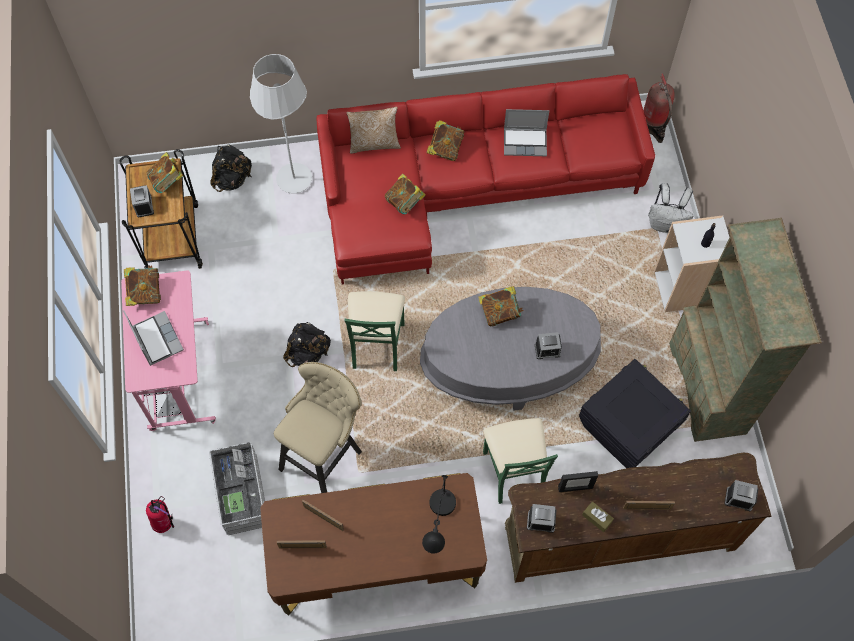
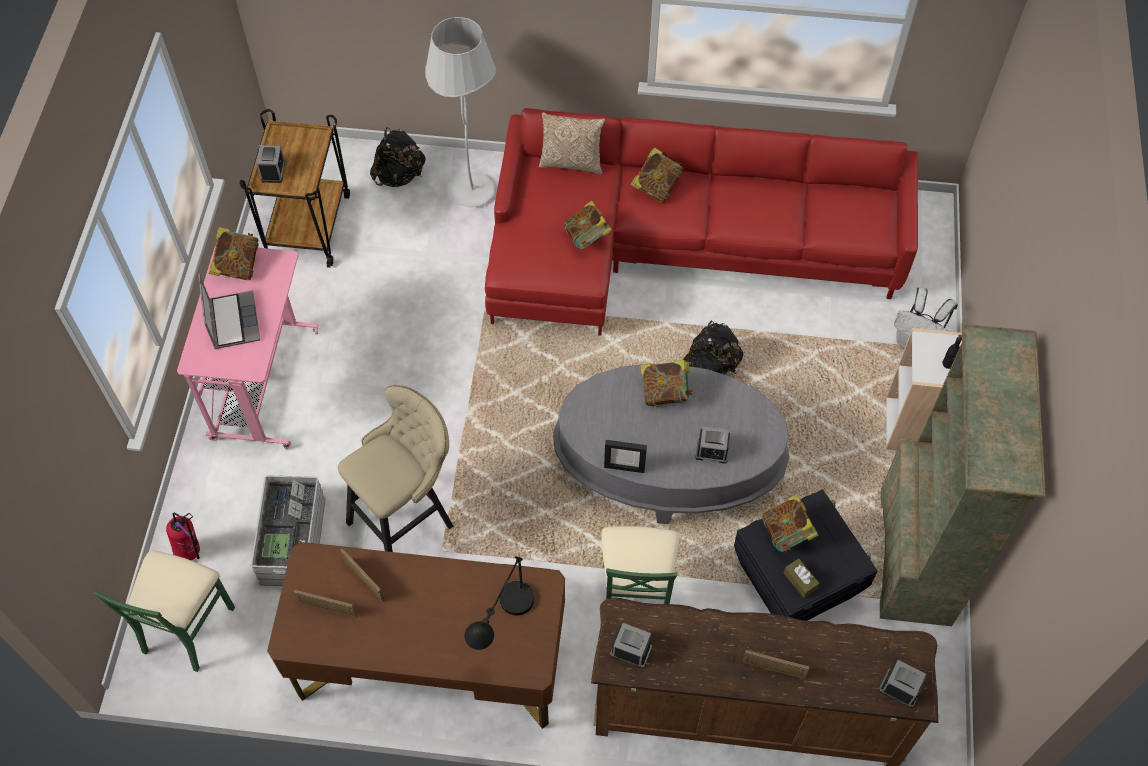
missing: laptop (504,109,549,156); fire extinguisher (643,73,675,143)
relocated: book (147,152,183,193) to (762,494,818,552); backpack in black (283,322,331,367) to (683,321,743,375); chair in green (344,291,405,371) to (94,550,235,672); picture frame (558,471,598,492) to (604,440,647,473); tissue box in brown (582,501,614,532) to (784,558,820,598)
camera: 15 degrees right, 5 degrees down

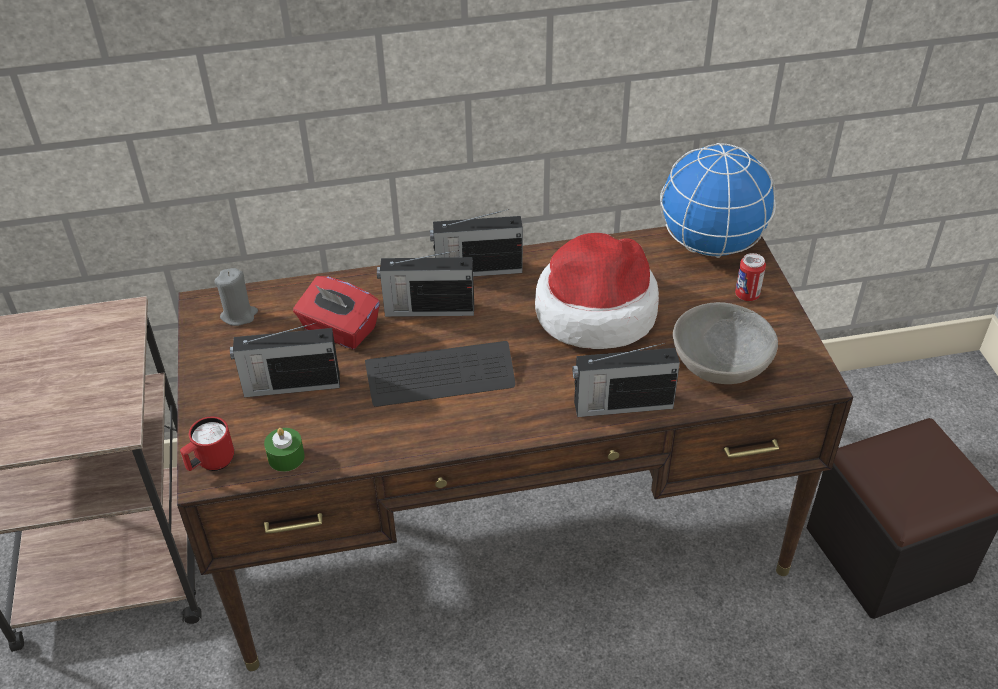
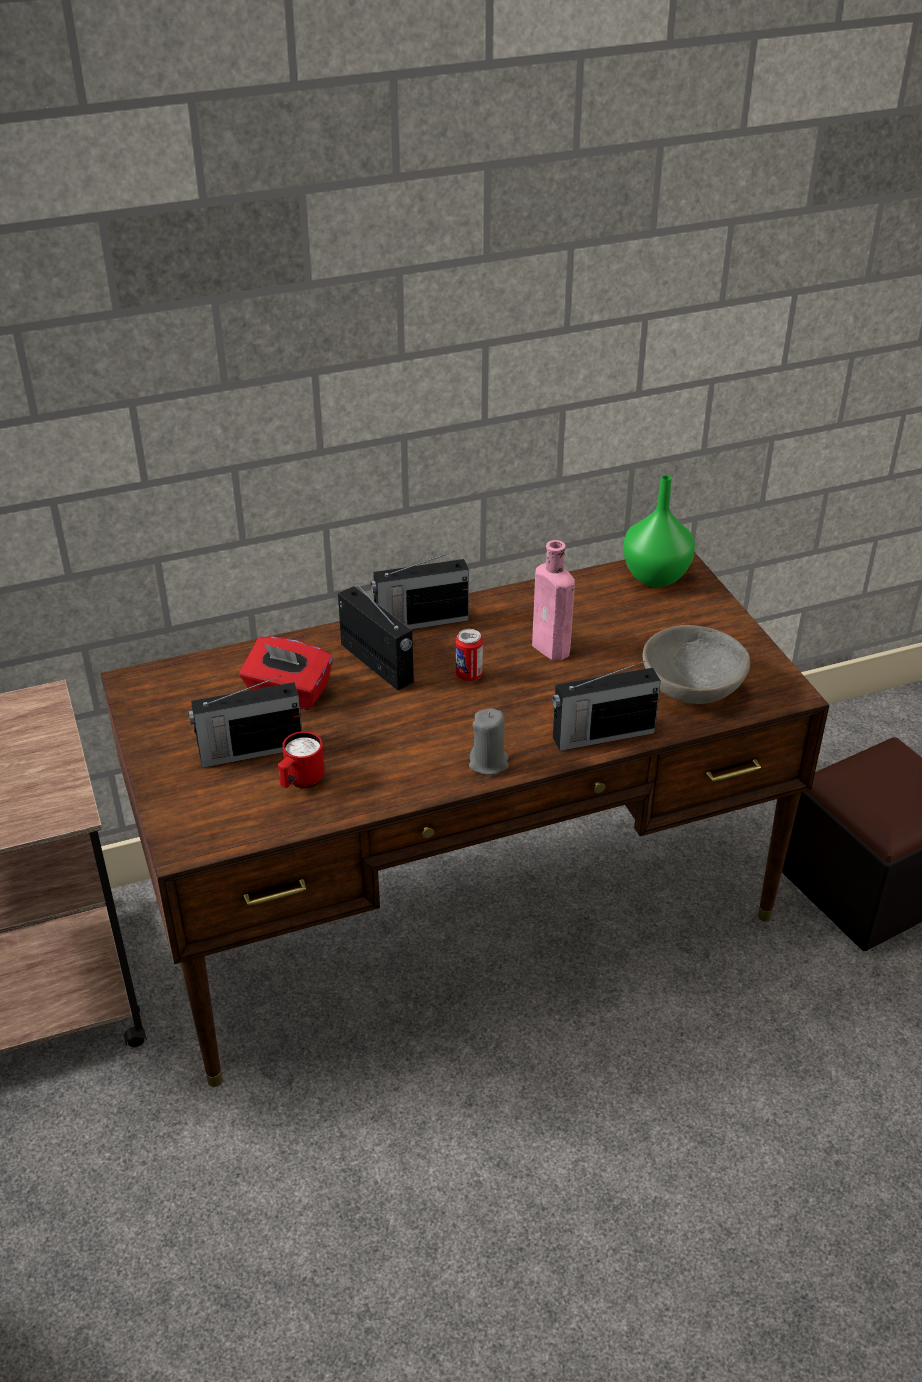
missing: candle in green (264,428,305,472); keyboard (365,341,515,407)
relocated: mug in red (180,416,234,471) to (278,731,325,788); candle in grey (214,268,258,326) to (469,708,509,775); can (735,253,766,301) to (456,629,483,681)
exchanged: hat (535,233,659,349) to bottle in pink (532,540,575,660); globe (660,143,776,258) to vase in green (623,475,695,587)
spun: radio (377,250,474,317) = (338,580,414,690) 120 degrees counterclockwise
camera: 10 degrees left, 5 degrees down

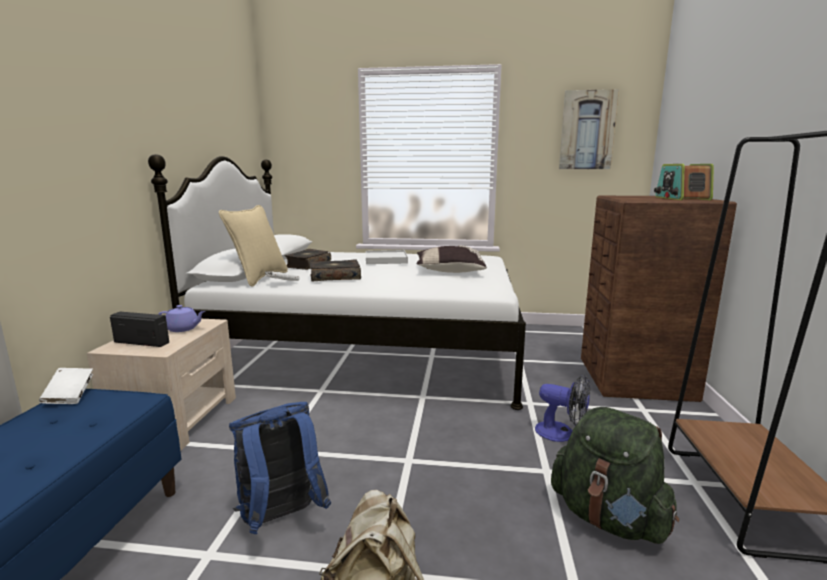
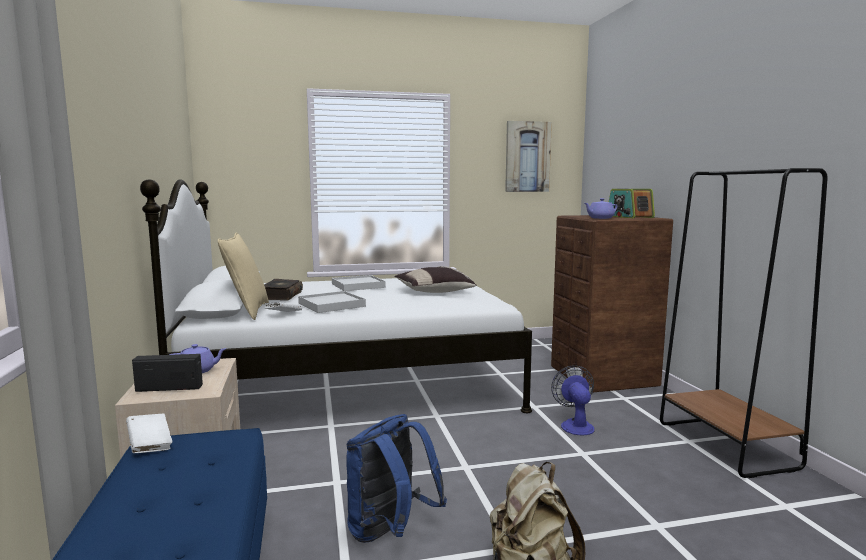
missing: backpack in green (551,407,679,544)
appeared: teapot in purple (585,198,617,219)
exchanged: book (310,259,361,281) to tray in white (298,291,366,313)
spun: fan (535,375,590,442) = (551,365,595,435) 105 degrees counterclockwise
camera: 20 degrees left, 5 degrees down

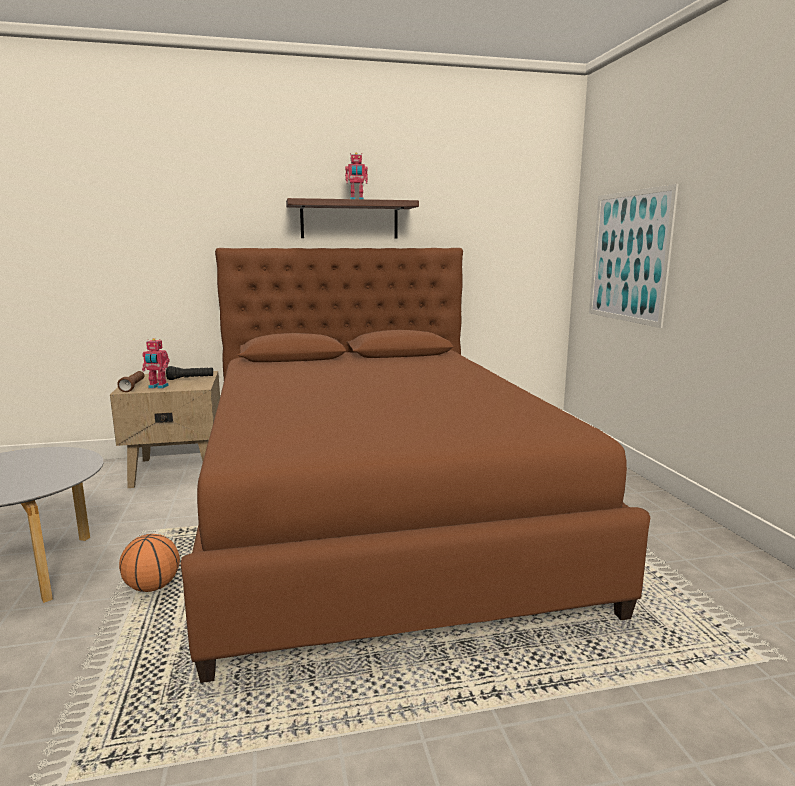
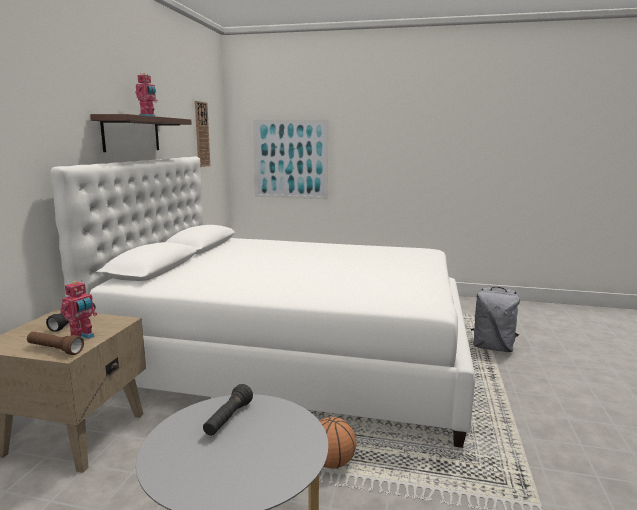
appeared: wall clock (195,101,210,167); flashlight in black (203,384,253,436); backpack in grey (471,287,520,352)
colour: bed in brown (180,248,650,683) to bed in white (50,156,475,448)
camera: 65 degrees left, 0 degrees up

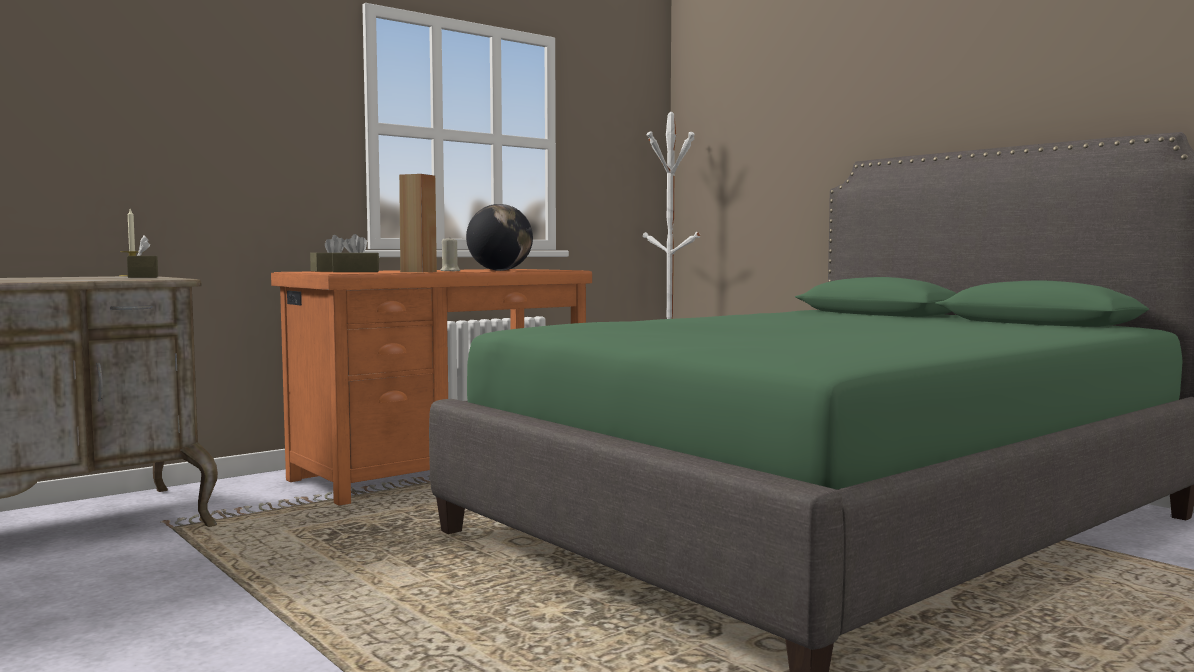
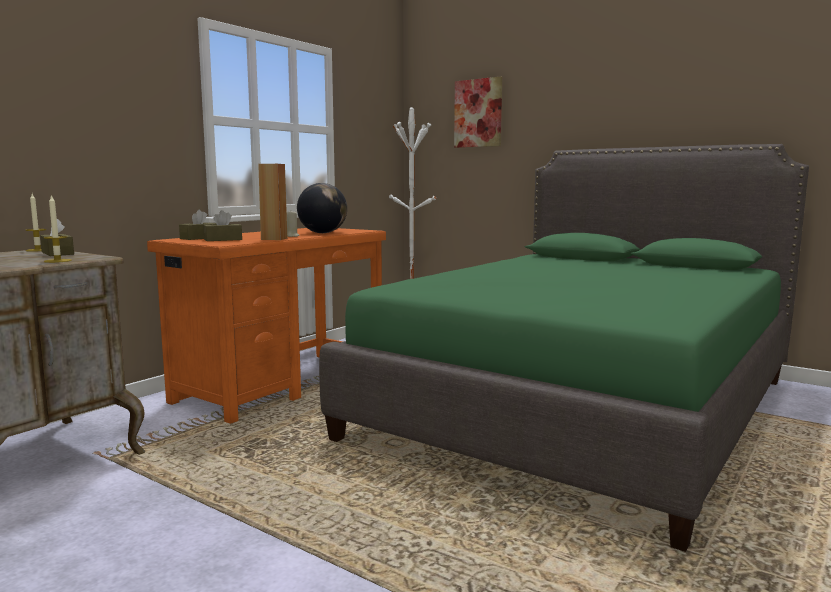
appeared: candle (44,195,72,263); picture (454,76,502,148)
camera: 15 degrees left, 5 degrees up

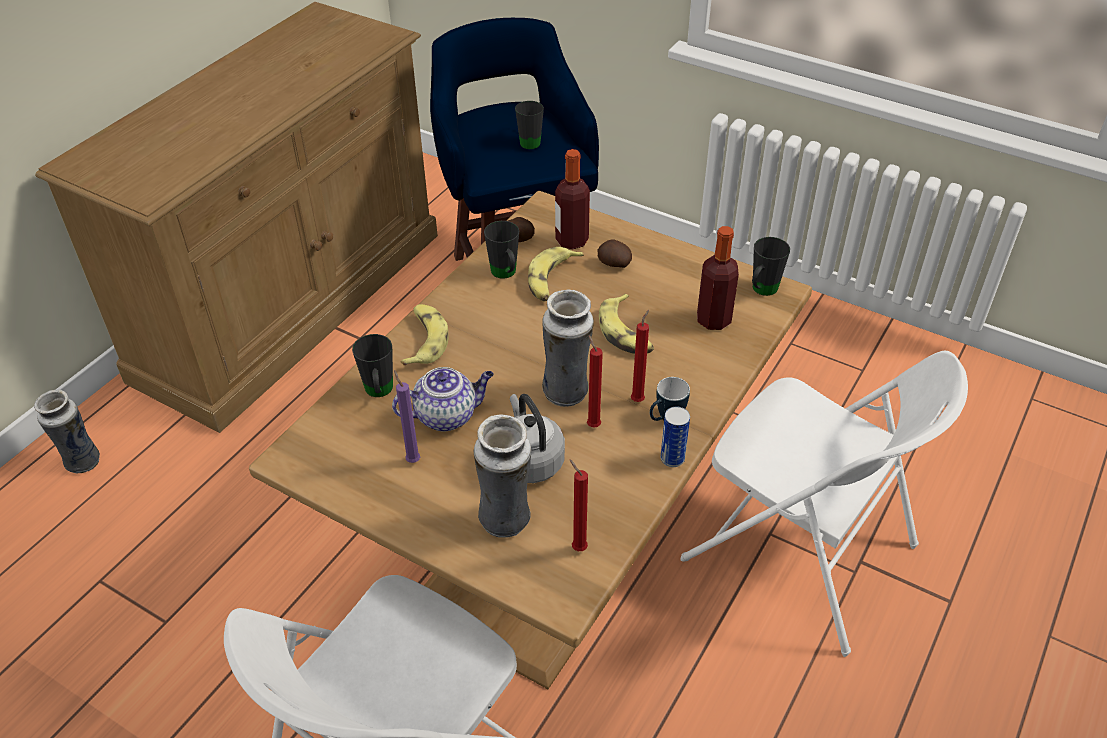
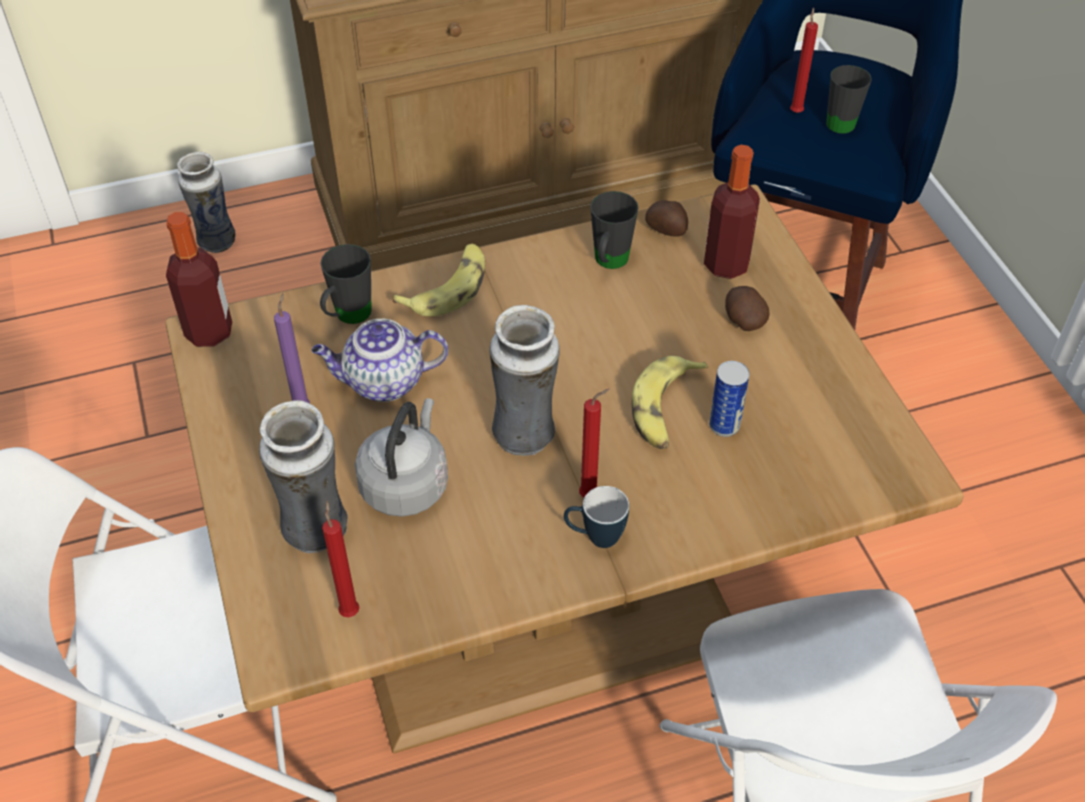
missing: banana (528,247,584,301); mug in black (752,237,790,296)
relocated: candle in red (587,335,603,427) to (790,7,818,113); can (661,407,690,467) to (709,361,749,437); bottle (697,226,739,330) to (166,212,232,347)
spun: teapot (392,367,494,432) = (312,319,448,402) 150 degrees clockwise
camera: 40 degrees right, 5 degrees up

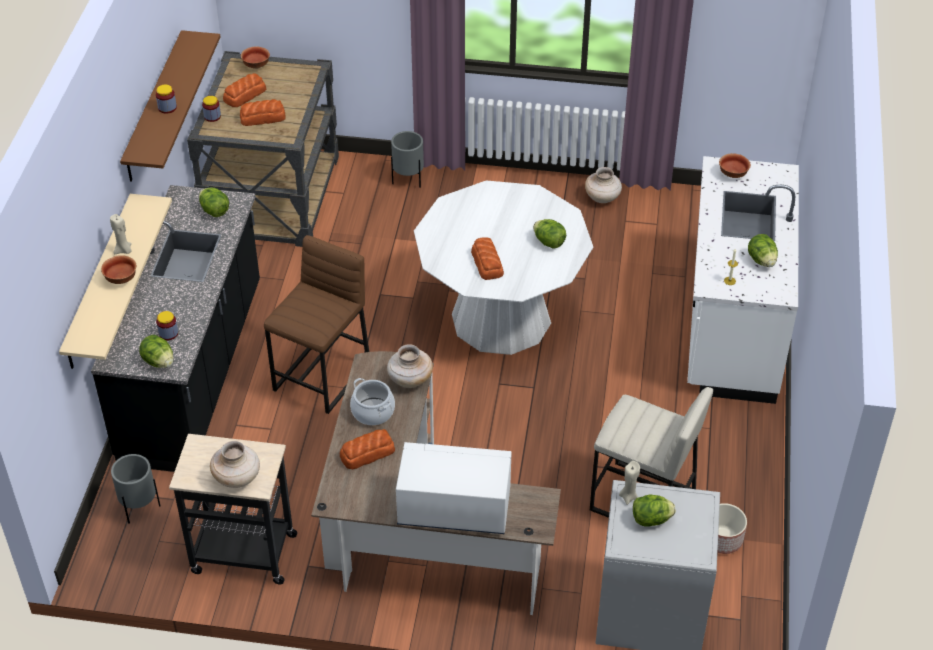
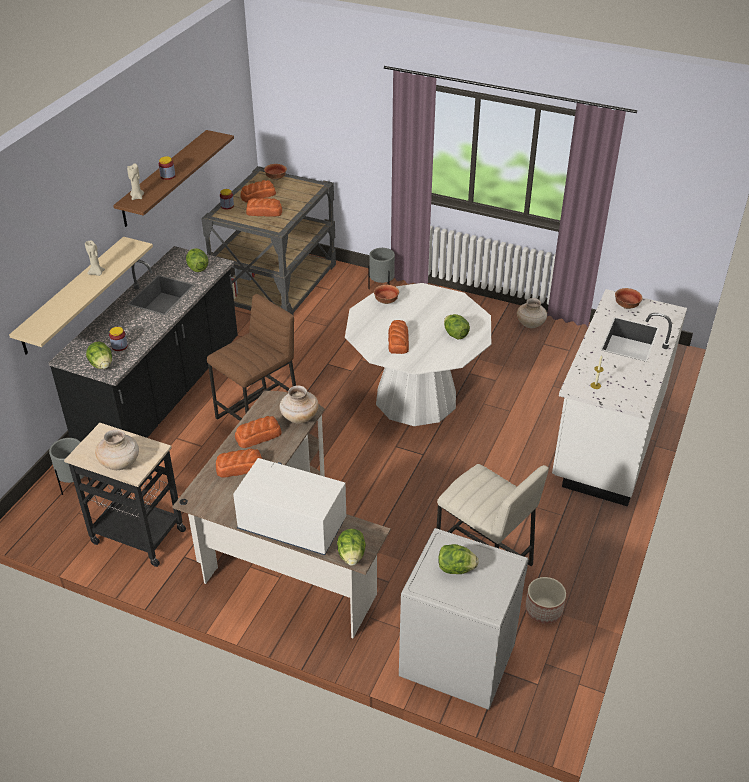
relocated: bowl (101,255,136,284) to (374,285,399,304); candle in beige (619,461,640,505) to (127,164,144,200); lettuce (748,234,778,267) to (337,529,366,566)
exchanged: cooking pot (350,378,395,425) to bread (235,416,282,448)
camera: 15 degrees right, 5 degrees down

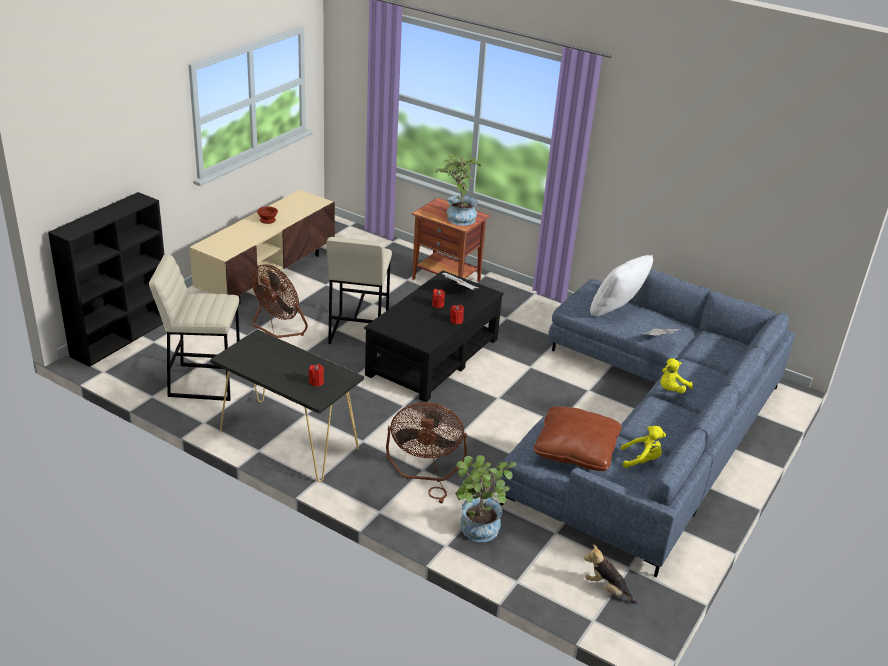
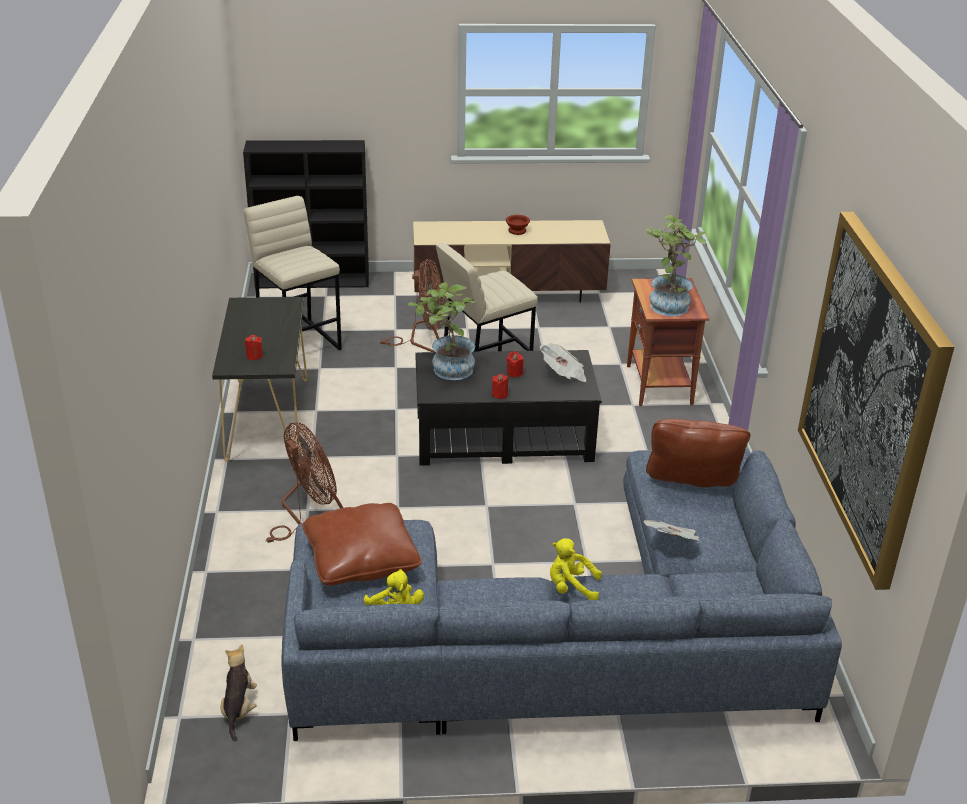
appeared: picture (798,212,954,590)
relocated: potted plant (455,455,516,542) to (408,282,476,380)
colour: pillow in white (590,255,653,317) to pillow in brown (646,419,750,487)
camera: 55 degrees right, 0 degrees up

